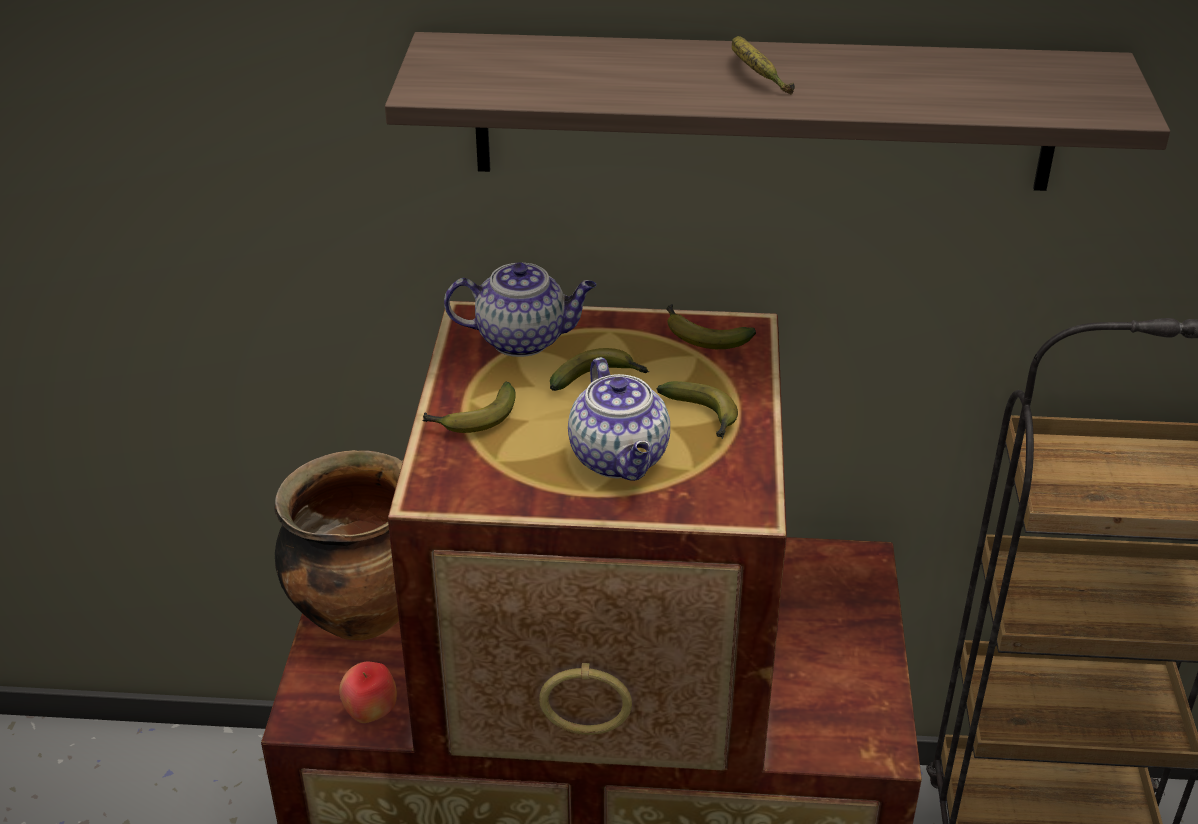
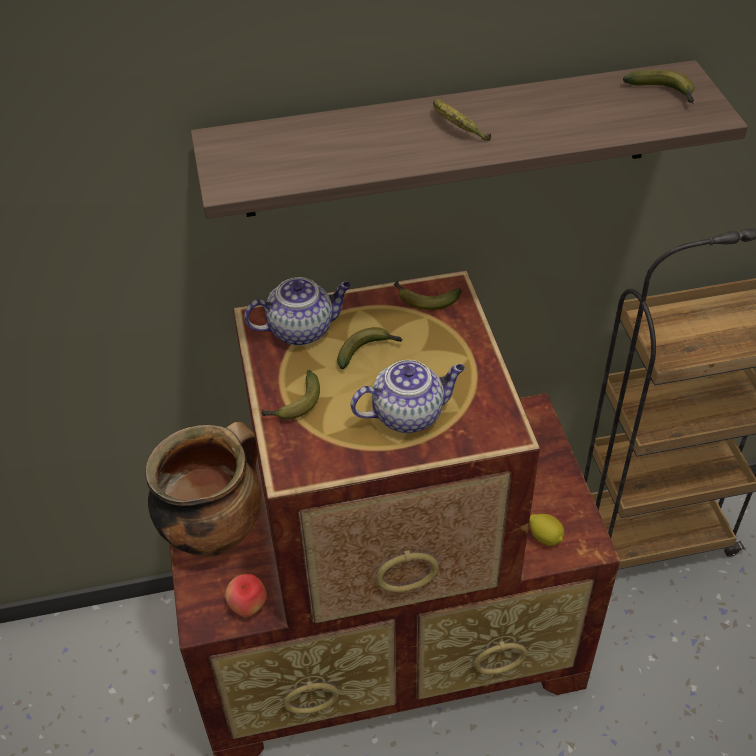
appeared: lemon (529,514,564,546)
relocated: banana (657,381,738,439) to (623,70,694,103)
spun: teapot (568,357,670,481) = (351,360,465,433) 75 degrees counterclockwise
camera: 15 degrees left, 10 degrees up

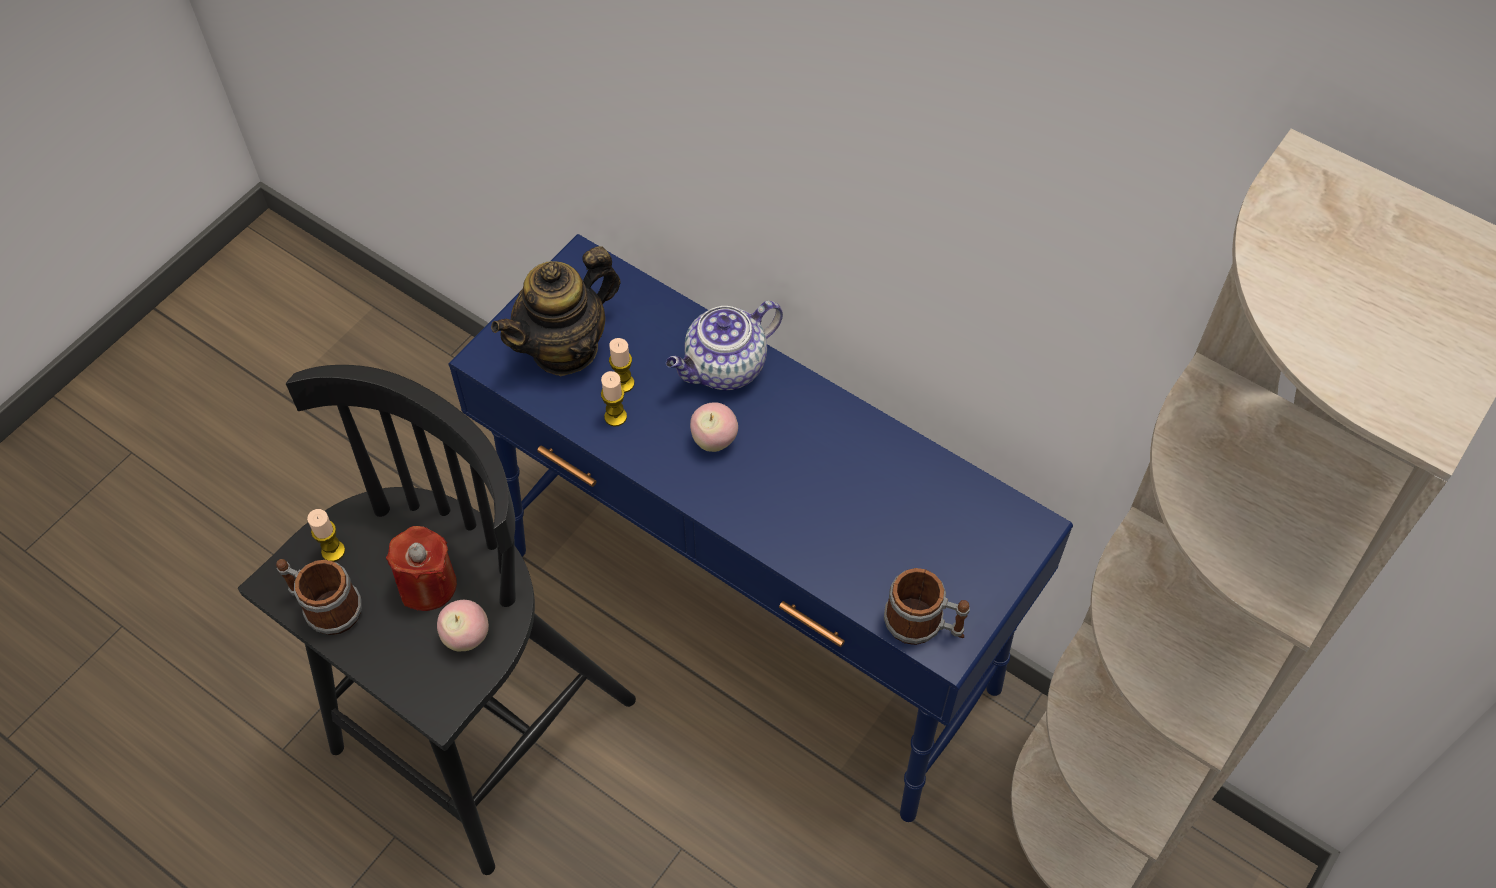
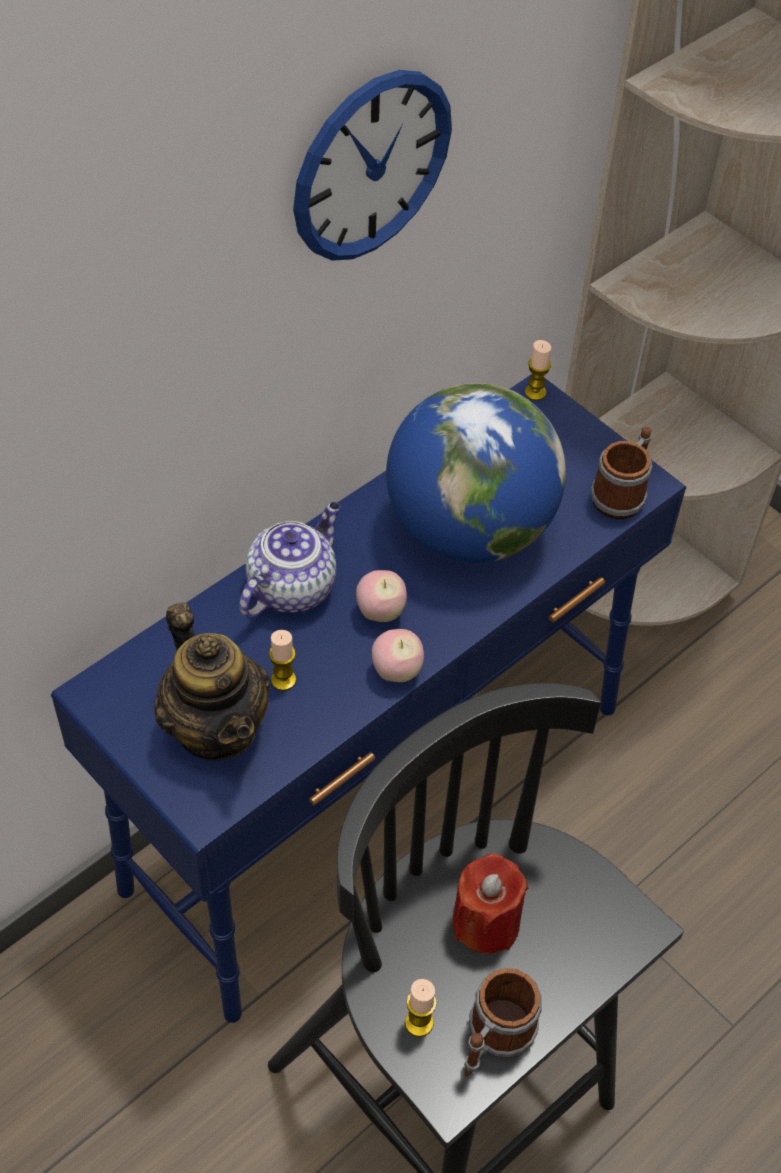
appeared: wall clock (293,70,452,261); globe (386,383,566,563)
relocated: apple (437,600,489,651) to (372,629,424,682); candle (601,371,627,427) to (525,340,551,401)
spun: teapot (666,301,783,391) = (239,502,341,618) 120 degrees counterclockwise
camera: 80 degrees left, 5 degrees down

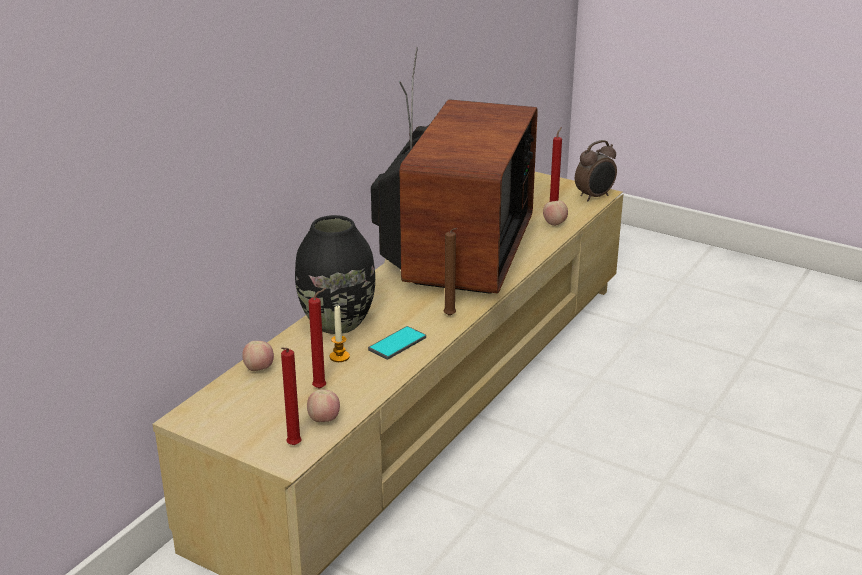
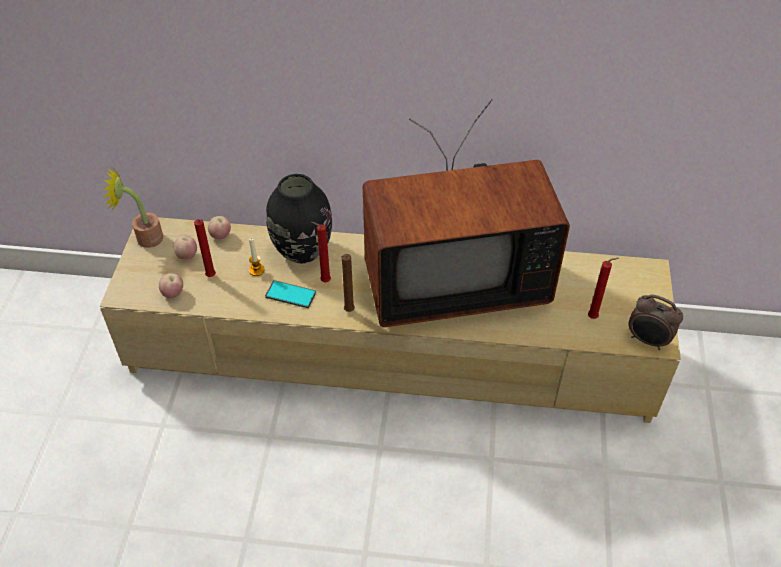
appeared: potted plant (103,169,163,248)
relocated: candle in red (281,347,302,445) to (311,222,331,282); apple (543,200,568,226) to (174,236,197,260)
camera: 65 degrees right, 20 degrees up

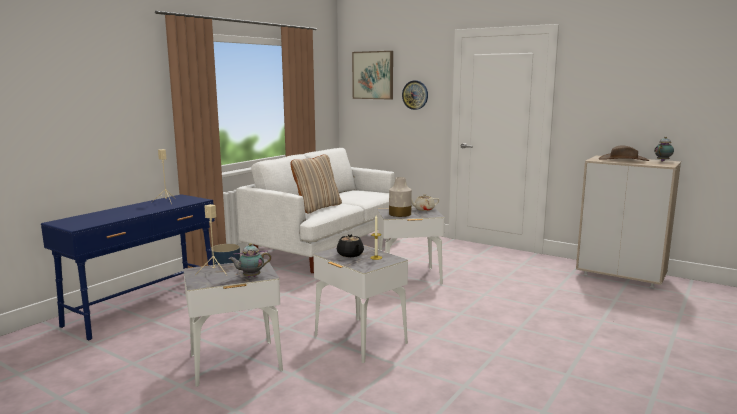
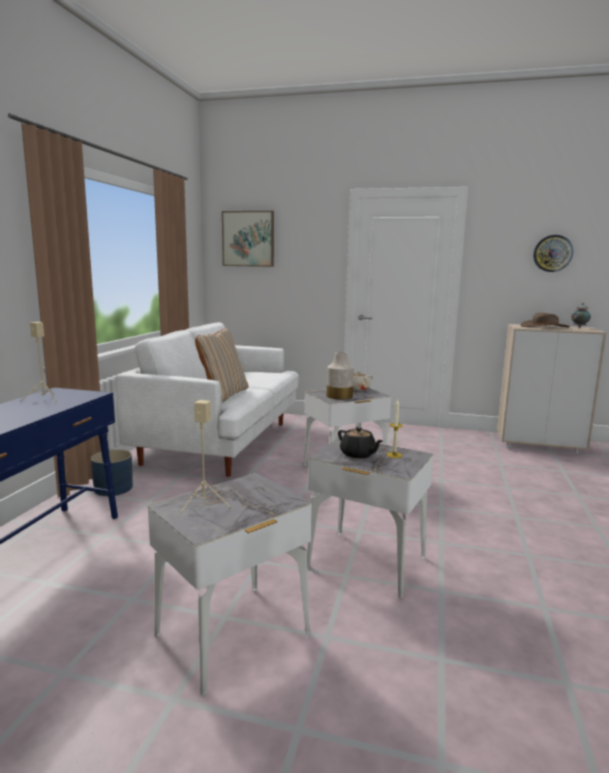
missing: teapot (229,243,271,277)
relocated: wall clock (402,81,428,110) to (533,235,573,272)
camera: 20 degrees left, 0 degrees up

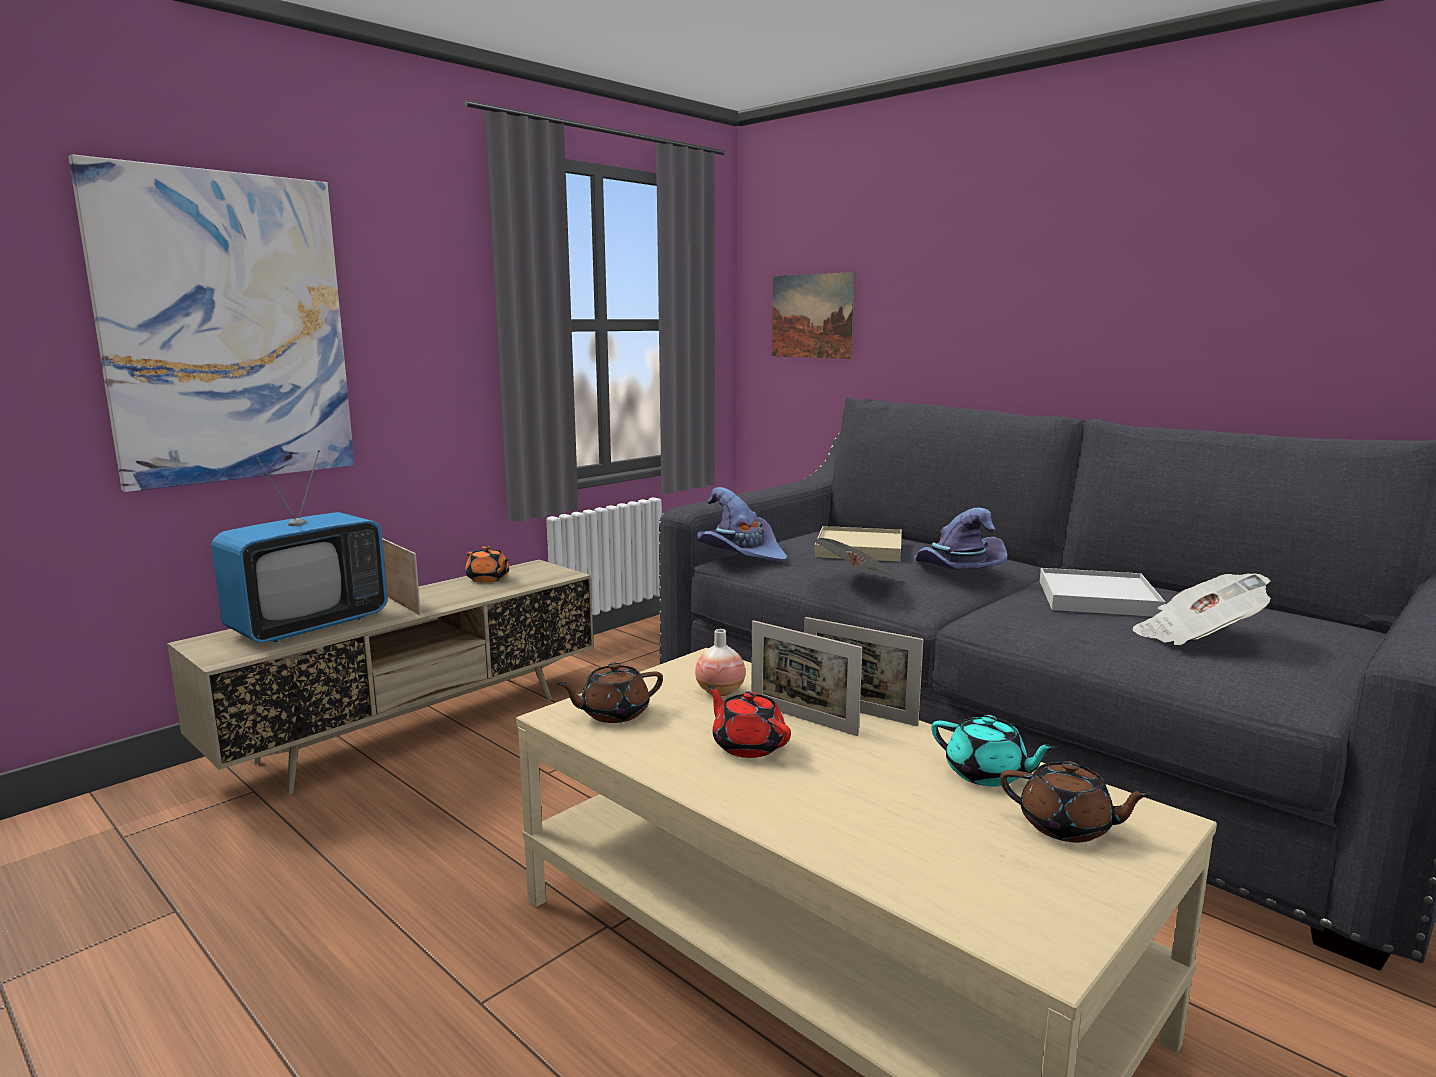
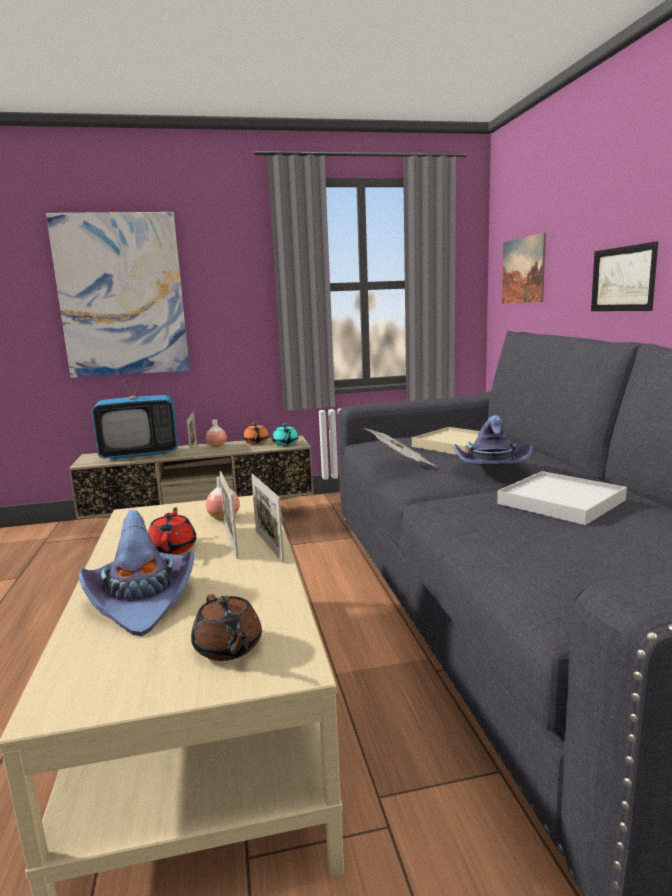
missing: teapot in brown (557,662,663,723); newspaper (1133,574,1271,645)
appeared: vase (206,420,227,447); picture (591,241,658,311)
relocated: hat in purple (697,487,787,562) to (78,510,194,636); teapot in turquoise (931,715,1057,786) to (272,423,298,446)
camera: 35 degrees right, 0 degrees up

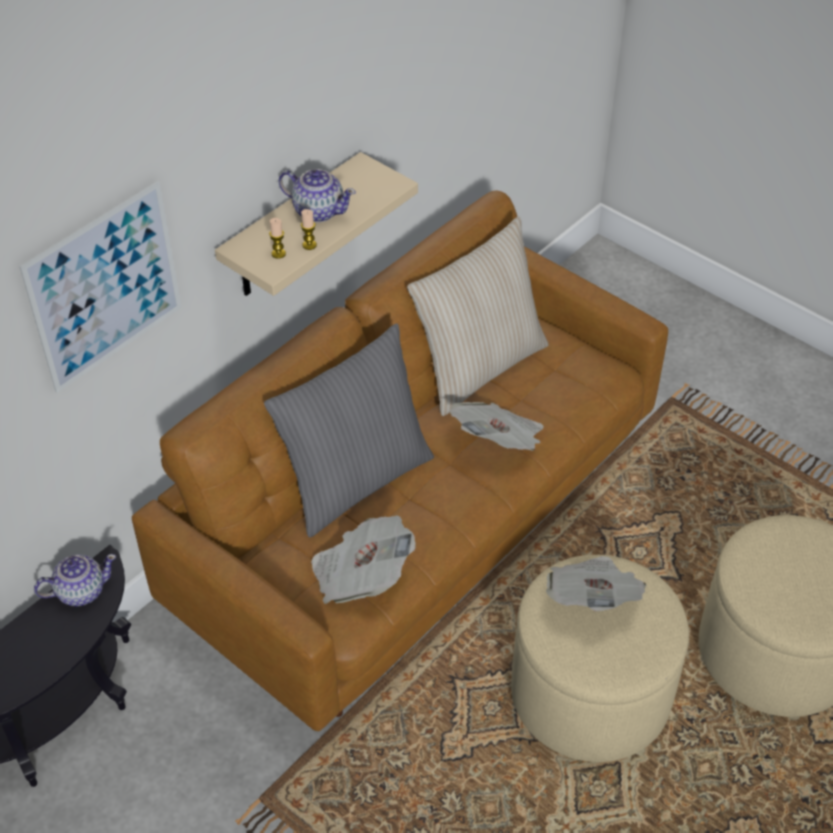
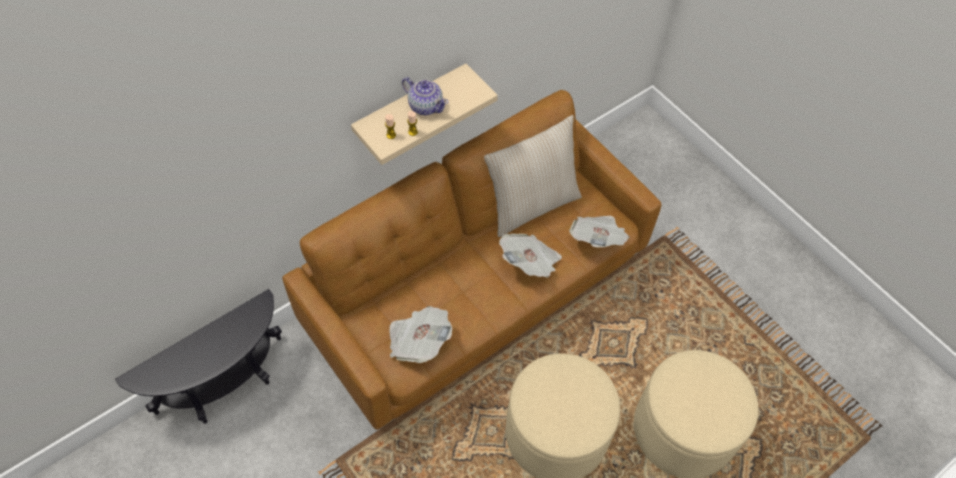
missing: picture (19,181,182,393); teapot (34,554,116,606); pillow in grey (264,323,434,538)
relocated: newspaper (546,556,646,611) to (569,215,630,247)
camera: 10 degrees right, 10 degrees up

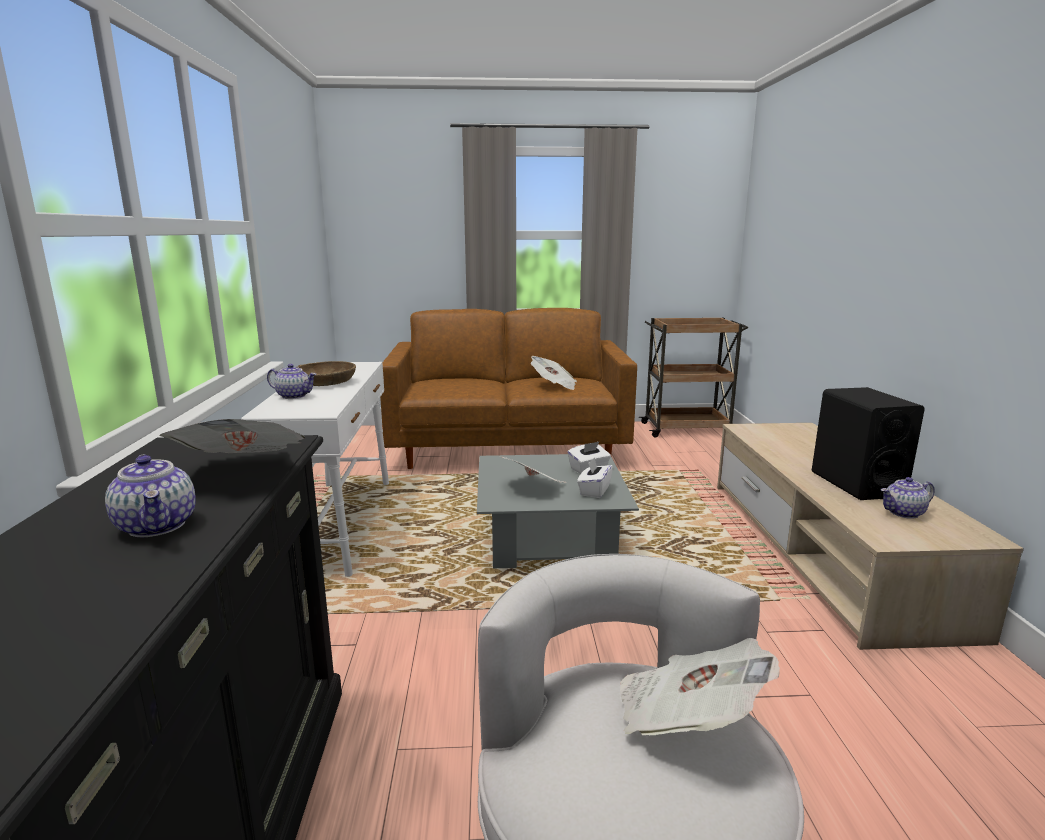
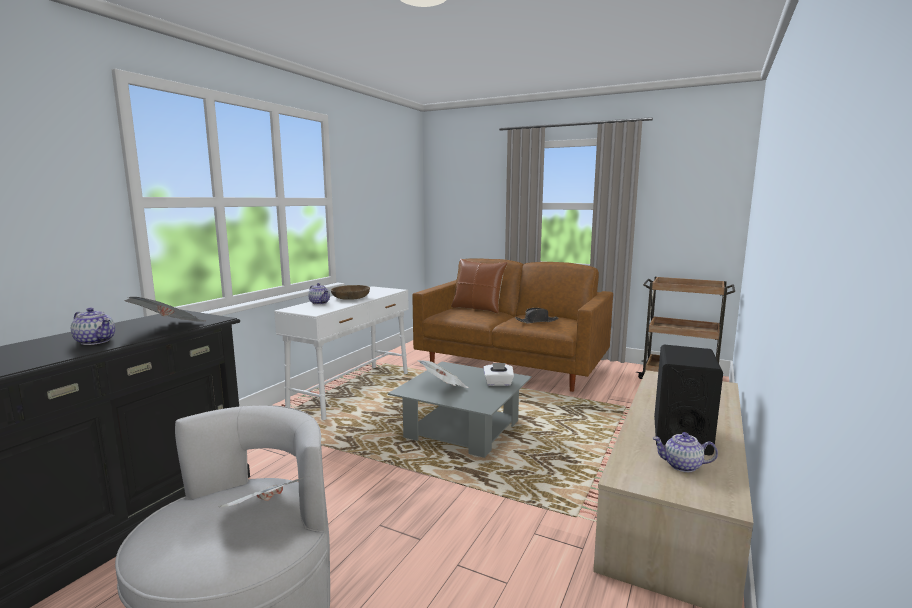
missing: tissue box in white (577,457,613,498)
appeared: pillow in brown (451,259,508,314)
exchanged: newspaper (531,356,577,390) to hat in black (515,308,559,323)
spun: teapot (105,455,196,537) = (71,307,115,345) 60 degrees counterclockwise
camera: 30 degrees right, 5 degrees down

